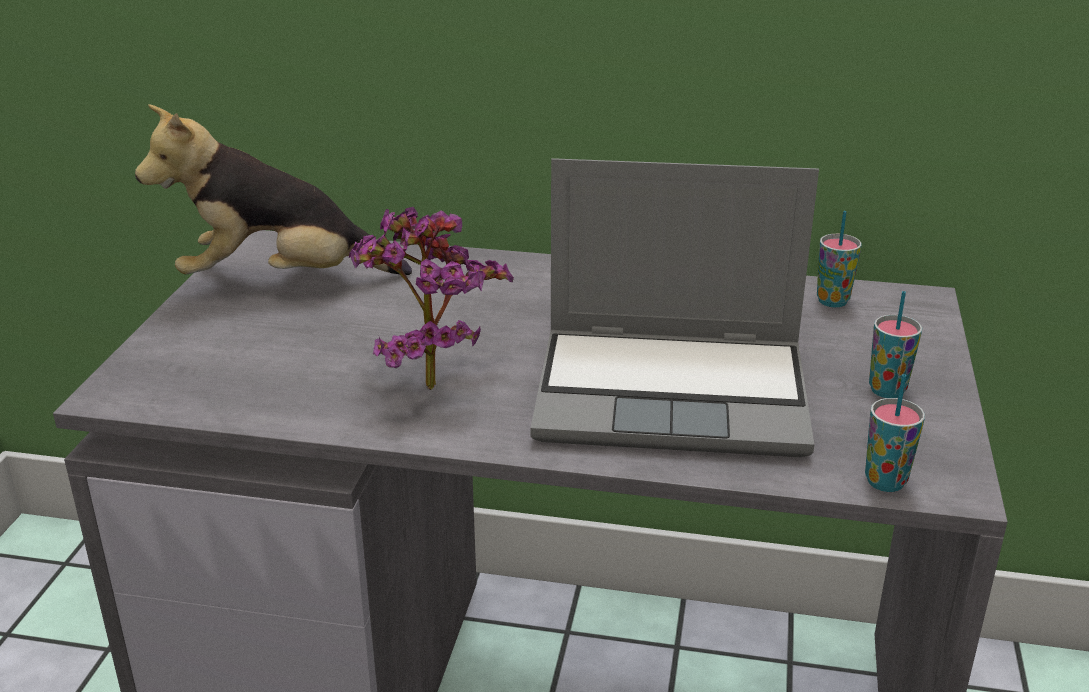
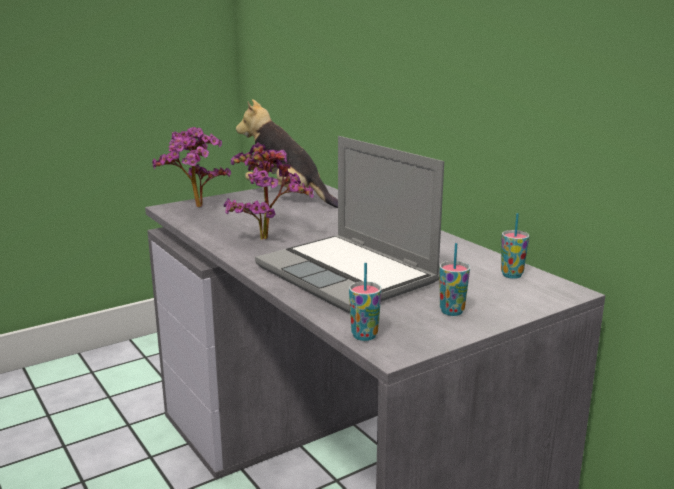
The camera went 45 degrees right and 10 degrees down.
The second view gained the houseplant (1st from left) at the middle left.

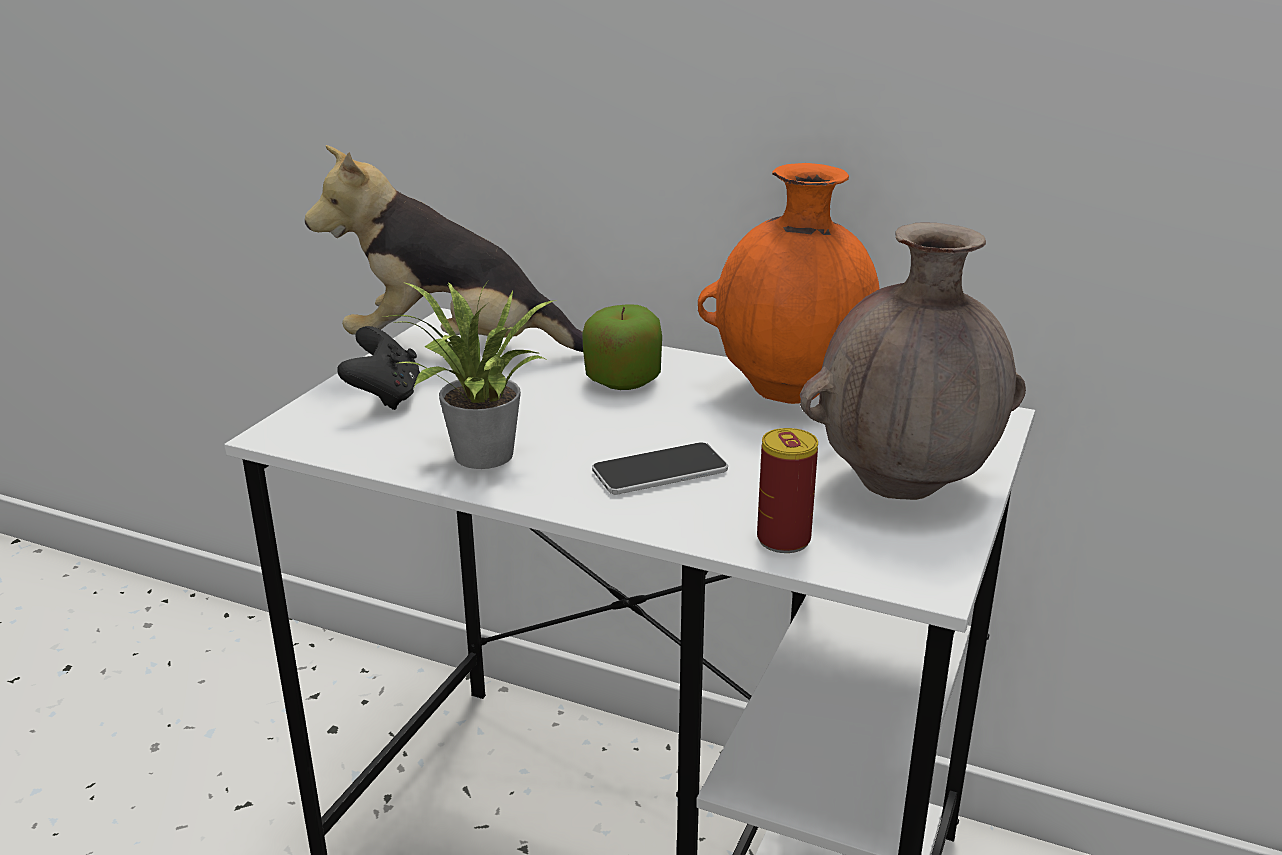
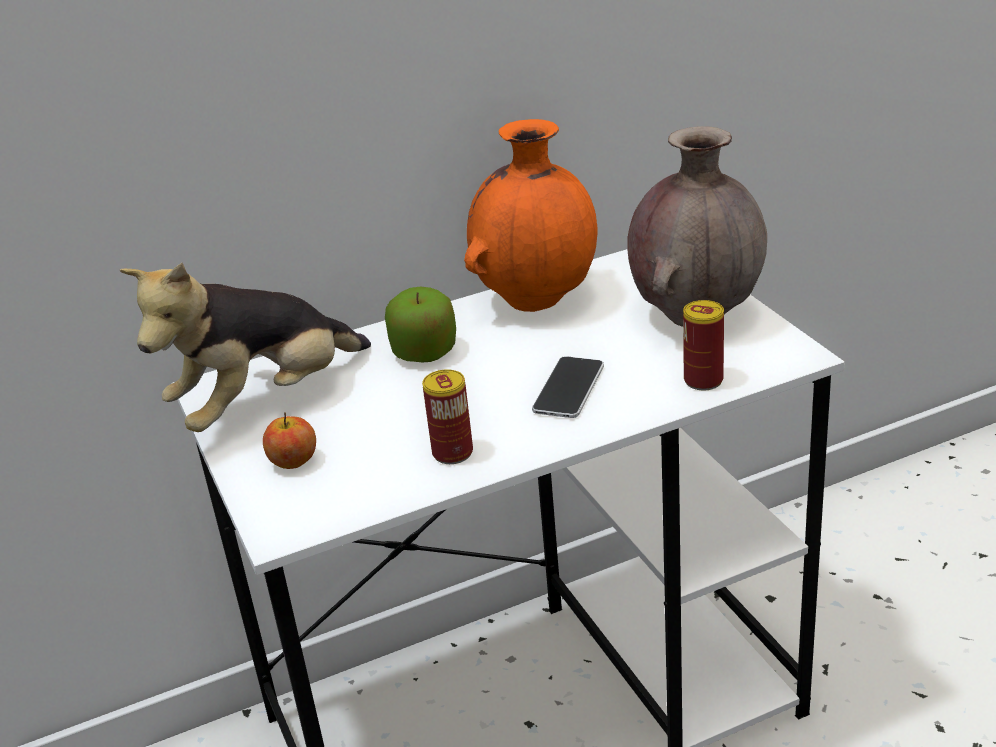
The camera went 45 degrees left and 5 degrees up.
Where the black-coloured_joypad stood at the middle left, the whole_apple (1st from left) came to stand at the middle left.
Where the houseplant stood at the centre, the can (1st from left) came to stand at the centre.

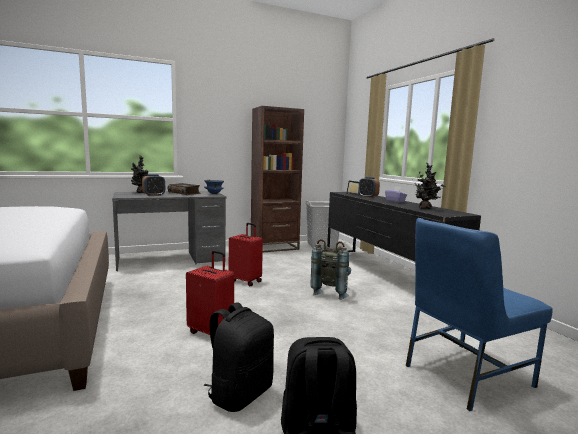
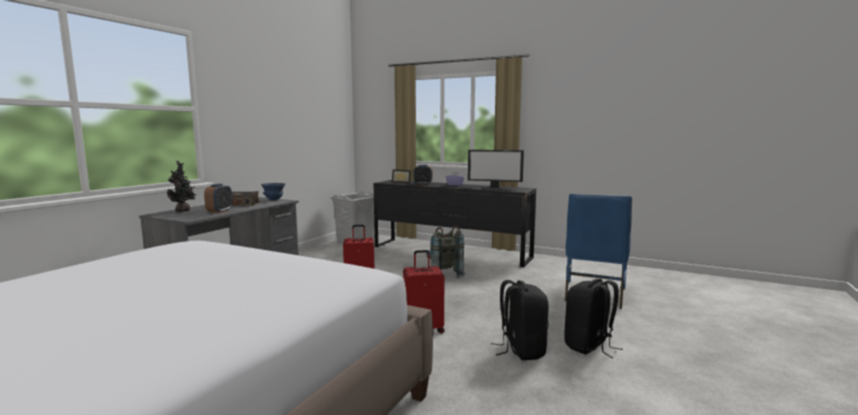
The camera went 40 degrees left and 0 degrees up.
The second view lost the brown-coloured_shelving_unit at the centre.
Where the houseplant (2nd from left) stood at the middle right, the monitor came to stand at the centre.

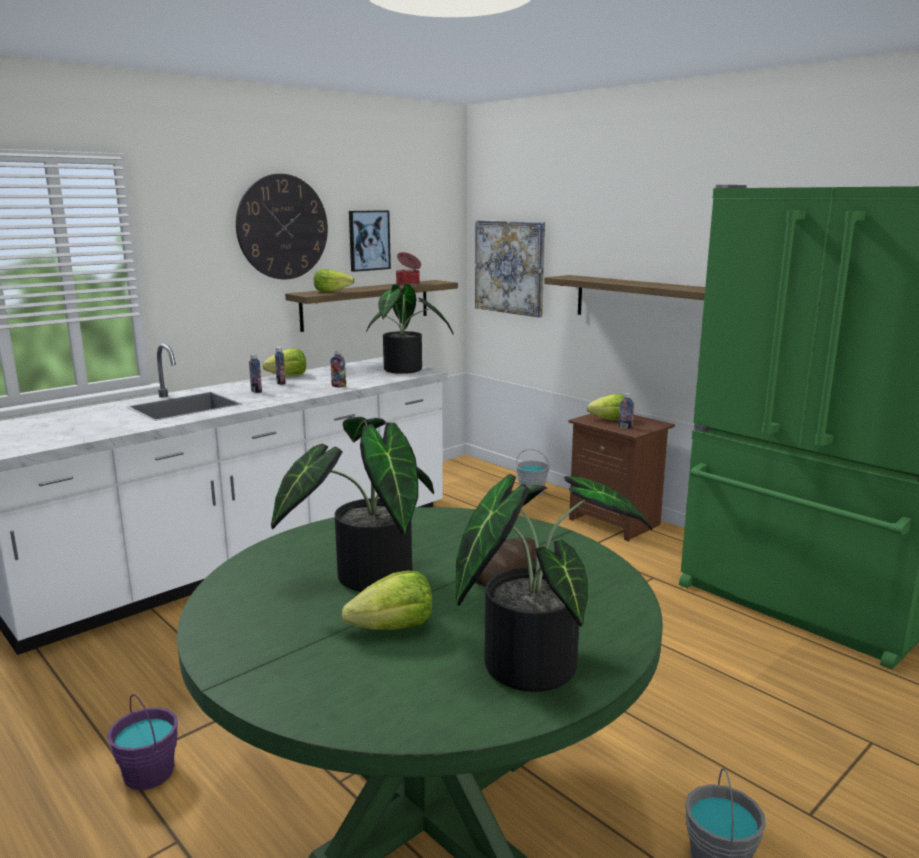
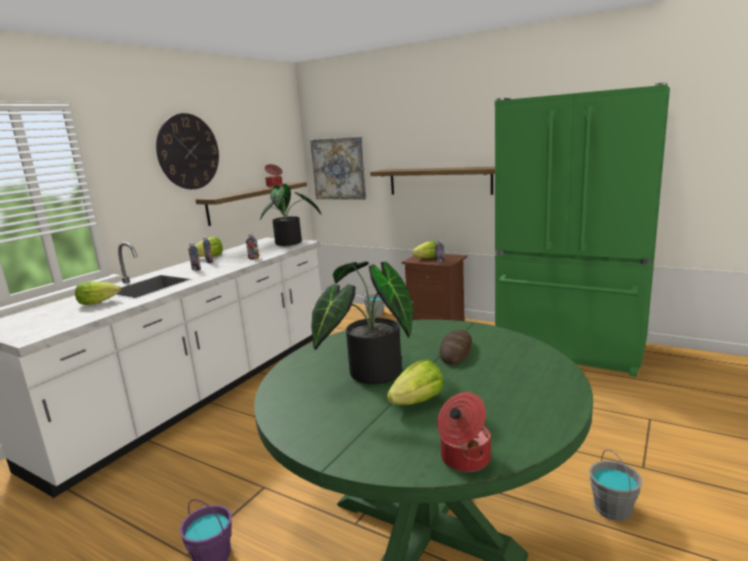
The camera went 15 degrees left and 0 degrees up.
The second view lost the wall_picture (1st from left) at the top centre.
The second view lost the houseplant (3rd from left) at the bottom centre.
The second view gained the cooking_pot (2nd from left) at the bottom centre.
The lettuce (2nd from left in the first image) ended up elsewhere, having gone from the top centre to the middle left.

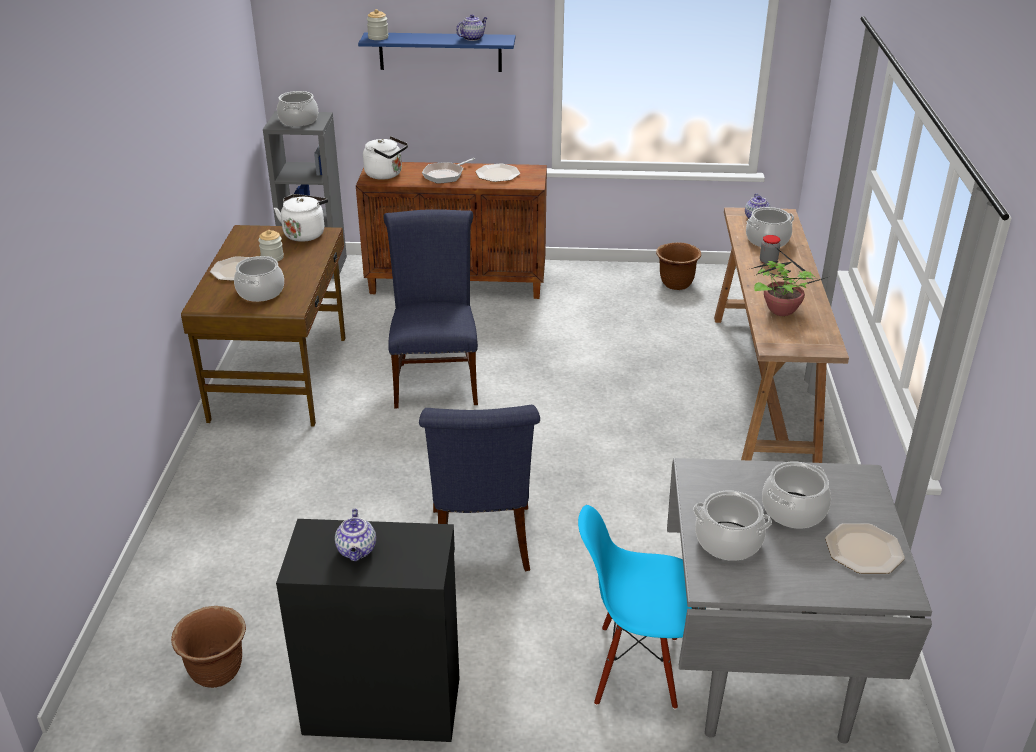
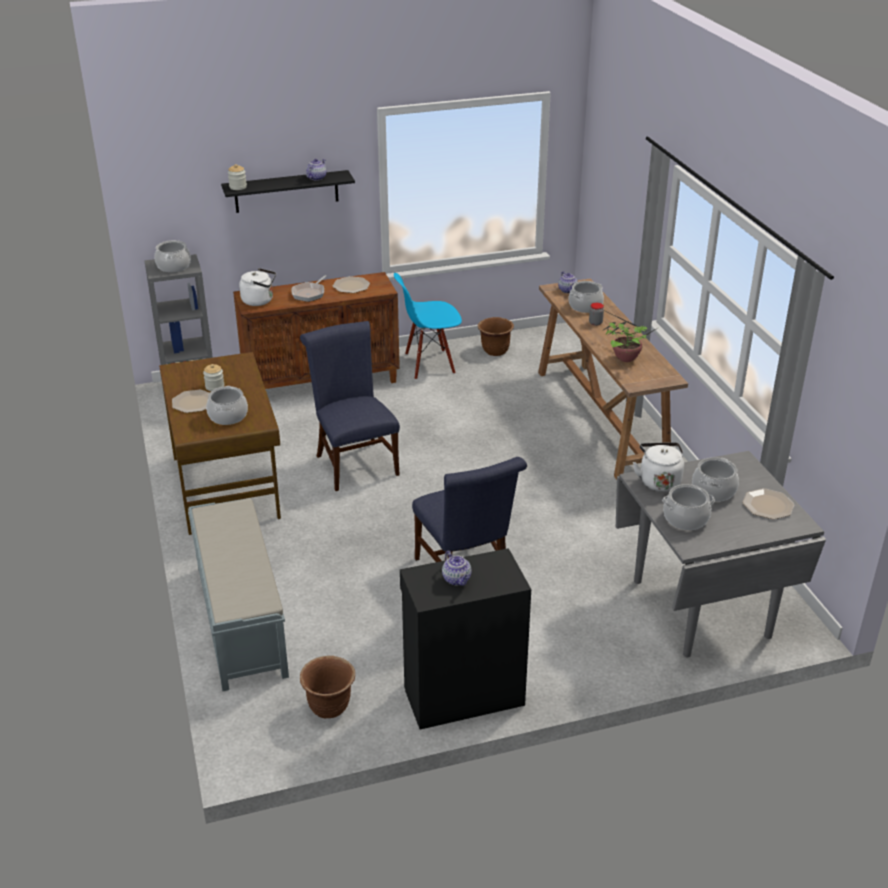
The camera went 20 degrees left and 0 degrees up.
The second view gained the gray_bench at the bottom left.
The white_kettle (1st from left in the first image) ended up elsewhere, having gone from the top left to the middle right.
The blue_plain_chair (3rd from left in the first image) ended up elsewhere, having gone from the bottom centre to the centre.
What was the blue_shelf at the top centre turned into the black-coloured_shelf at the top left.

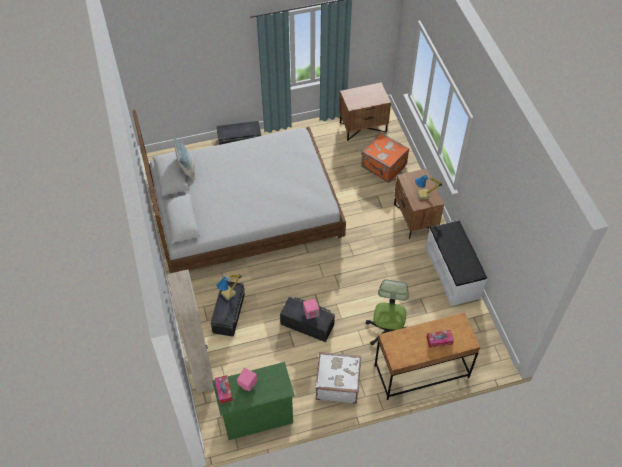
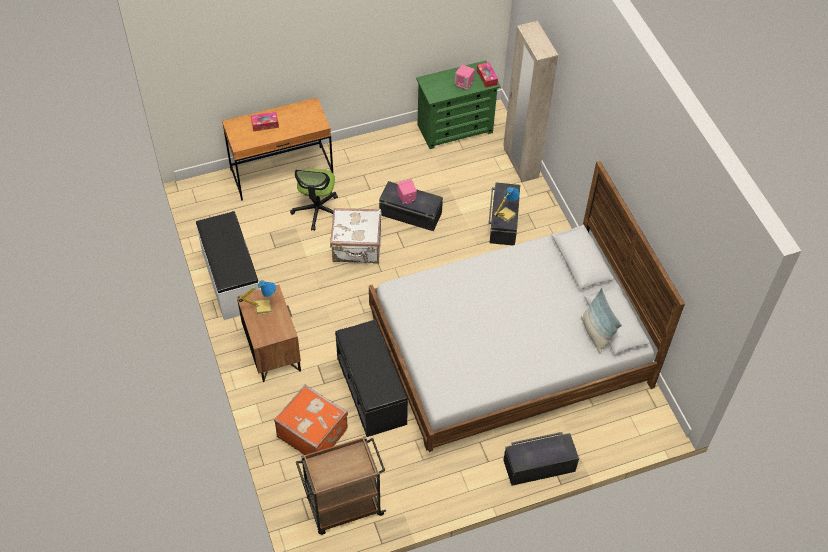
The camera went 175 degrees right and 0 degrees up.
The second view gained the black-coloured_bench at the bottom centre.
The white_piece_of_luggage ended up elsewhere, having gone from the bottom centre to the centre.
Where the brown-coloured_night_table (1st from left) stood at the top centre, the brown-coloured_cart came to stand at the bottom centre.

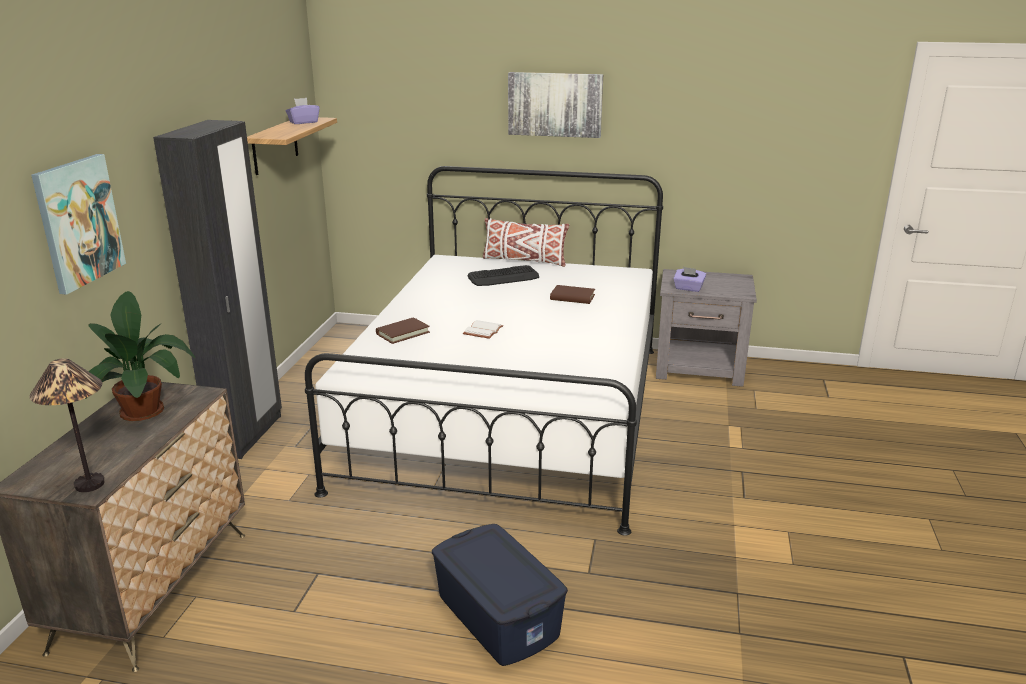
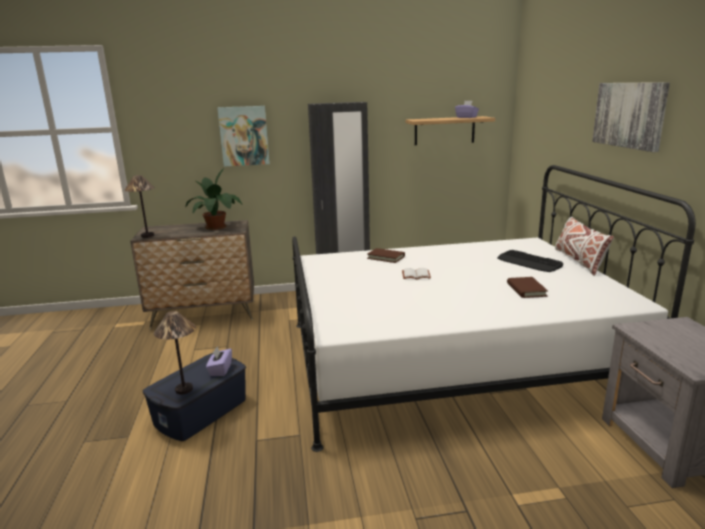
The camera went 70 degrees right and 5 degrees down.
The second view gained the table_lamp (2nd from left) at the middle left.
The purple_tissue_box (2nd from left in the first image) ended up elsewhere, having gone from the middle right to the bottom left.

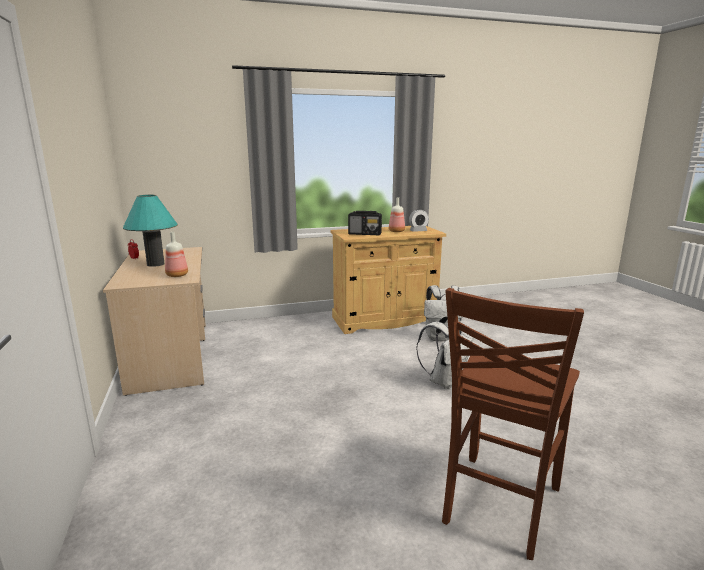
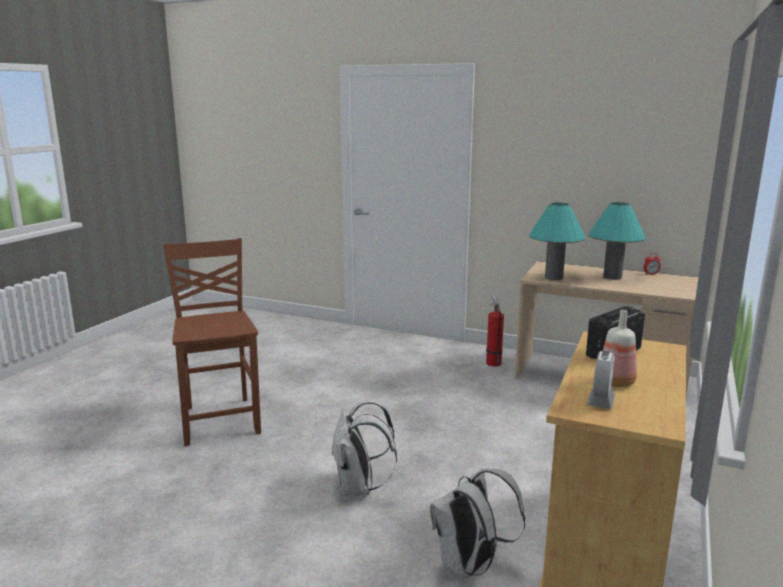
The camera went 130 degrees right and 0 degrees up.
The second view gained the fire_extinguisher at the centre.
Where the bottle (1st from left) stood at the middle left, the turquoise_table_lamp (1st from left) came to stand at the middle right.

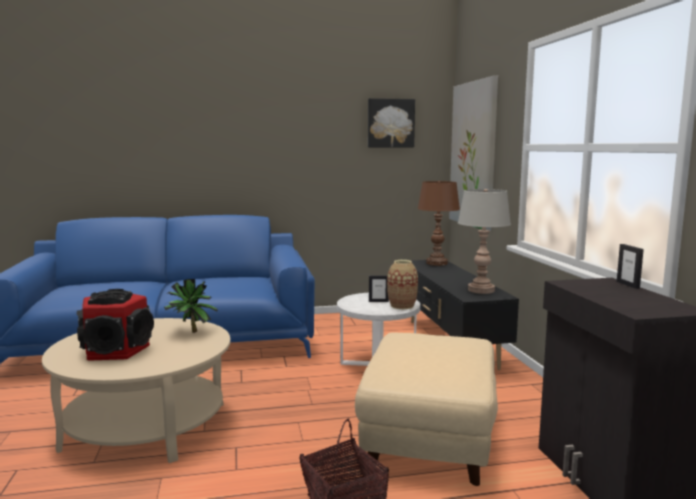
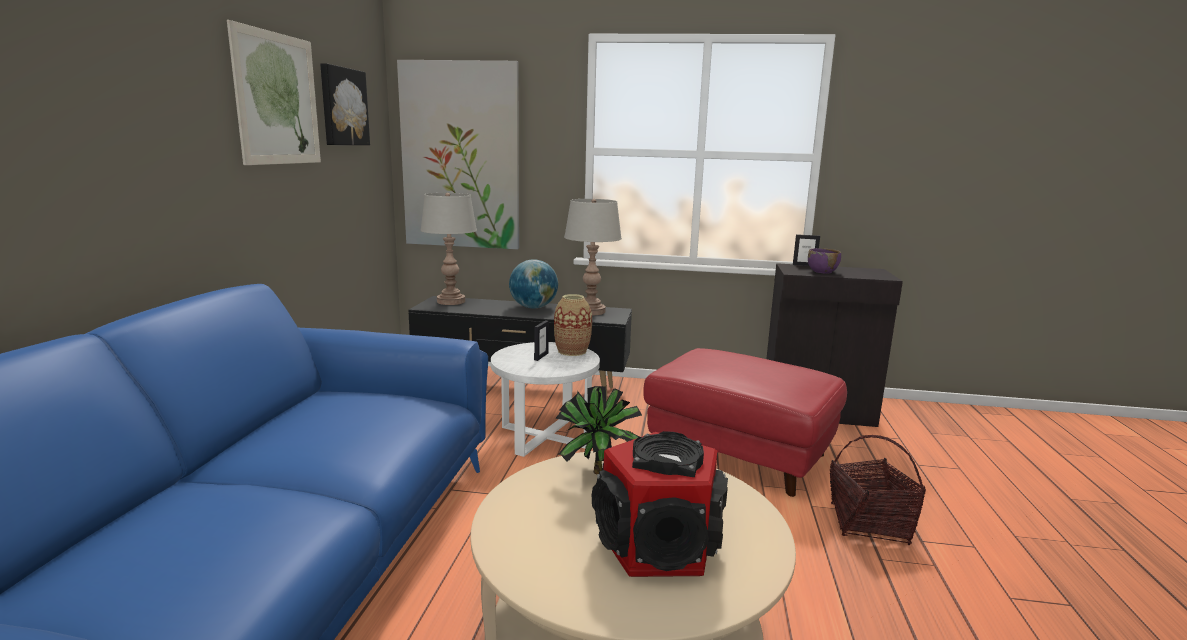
The camera went 70 degrees left and 5 degrees up.
The second view gained the wall_picture (1st from left) at the top left.
The second view gained the globe at the centre.
The second view gained the purple_bowl at the middle right.
What was the sand-coloured_footrest at the bottom centre turned into the red_footrest at the centre.
What was the brown-coloured_table_lamp at the centre turned into the gray_table_lamp (1st from left) at the centre.

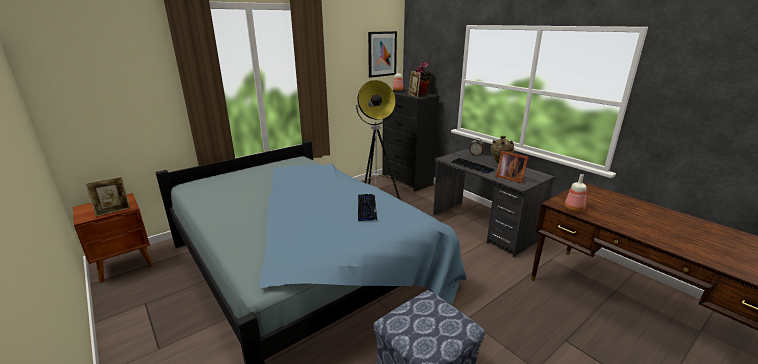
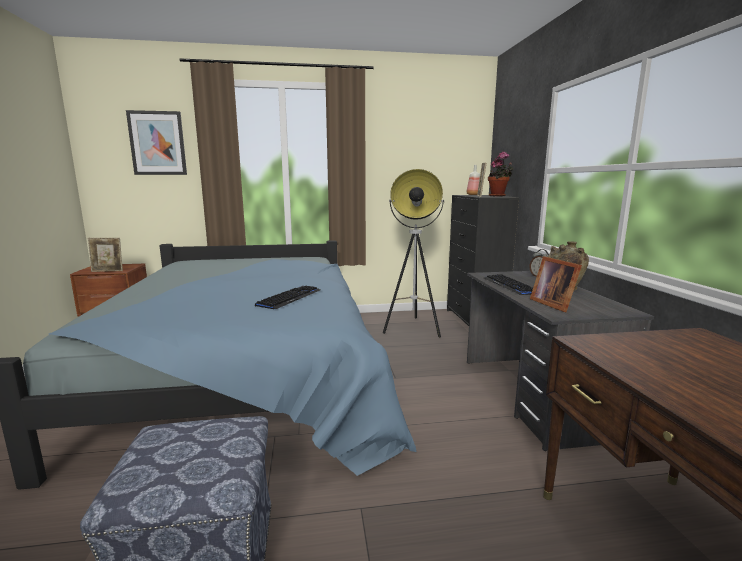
The camera went 30 degrees right and 10 degrees down.
The second view lost the bottle (2nd from left) at the middle right.
The wall_picture ended up elsewhere, having gone from the top centre to the top left.

